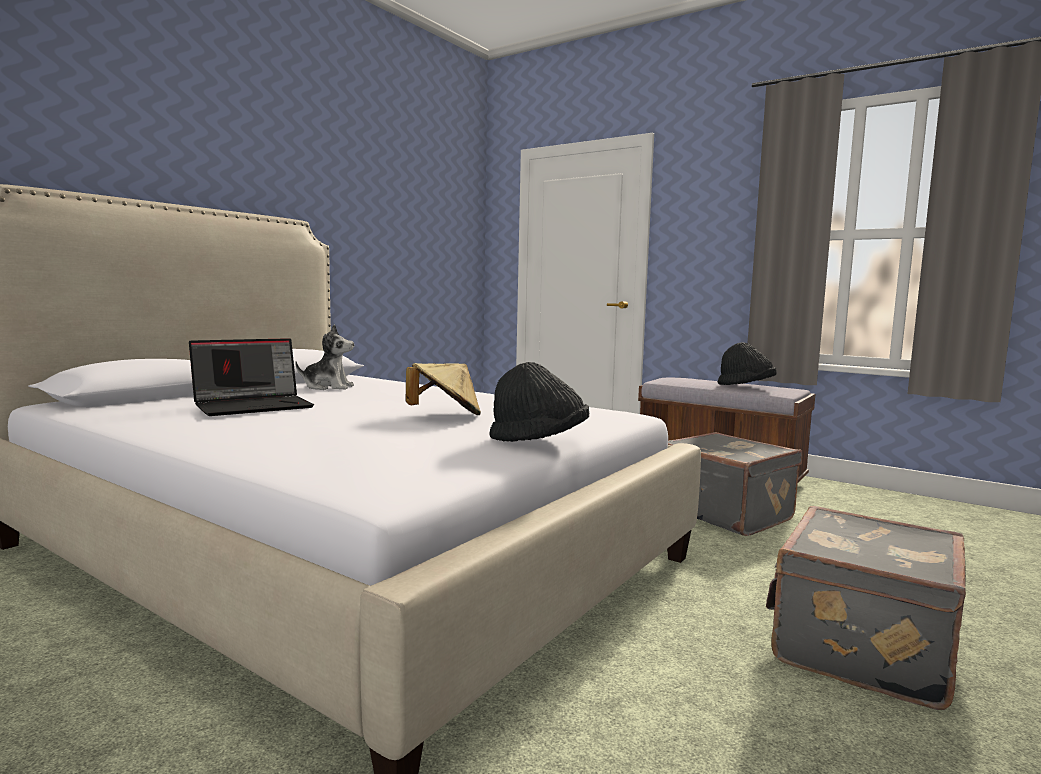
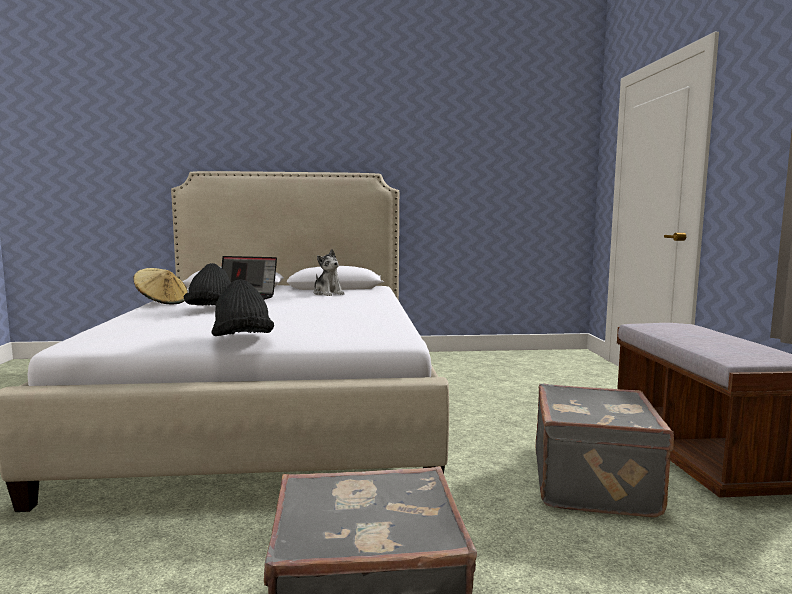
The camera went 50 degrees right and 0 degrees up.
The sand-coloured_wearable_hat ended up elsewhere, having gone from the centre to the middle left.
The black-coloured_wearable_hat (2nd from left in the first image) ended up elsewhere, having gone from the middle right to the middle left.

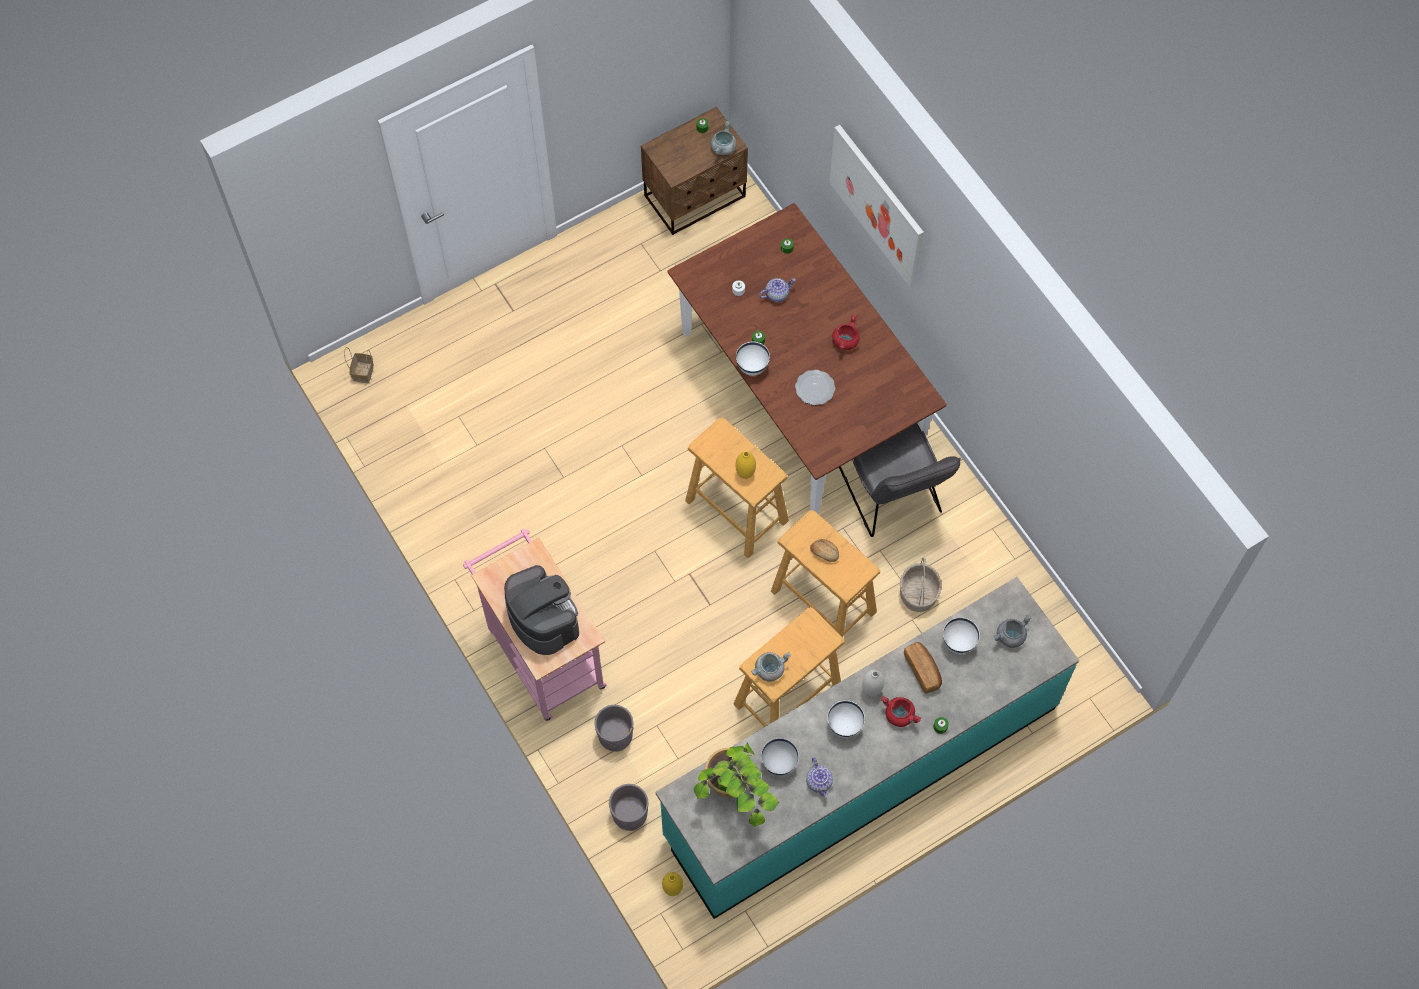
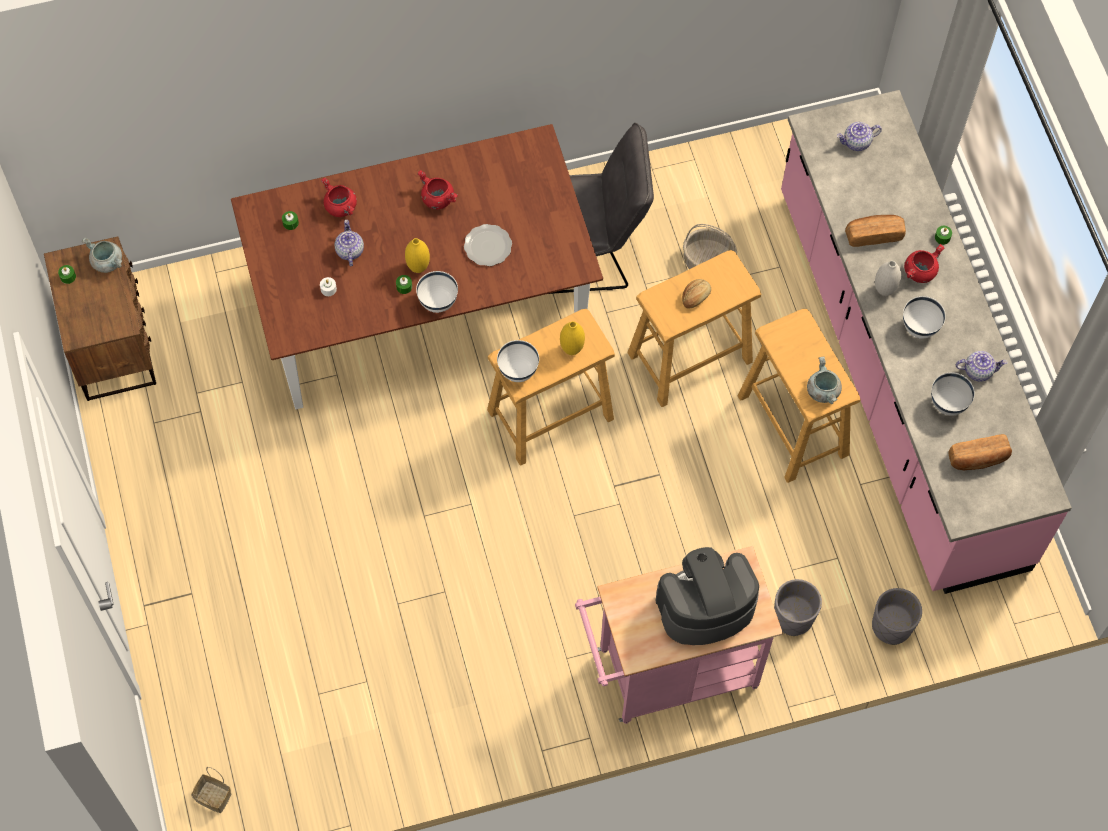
The camera went 75 degrees left and 0 degrees up.
The second view lost the wall_picture at the top centre.
The second view gained the red_cooking_pot (1st from left) at the top left.
The yellow_flower_vase (1st from left) ended up elsewhere, having gone from the bottom centre to the top centre.
The white_bowl (4th from left in the first image) ended up elsewhere, having gone from the middle right to the centre.
Where the houseplant stood at the bottom centre, the bread (3rd from left) came to stand at the middle right.
Where the gray_cooking_pot (3rd from left) stood at the middle right, the teapot (2nd from left) came to stand at the top right.
What was the turquoise_counter at the bottom centre turned into the pink-coloured_counter at the middle right.

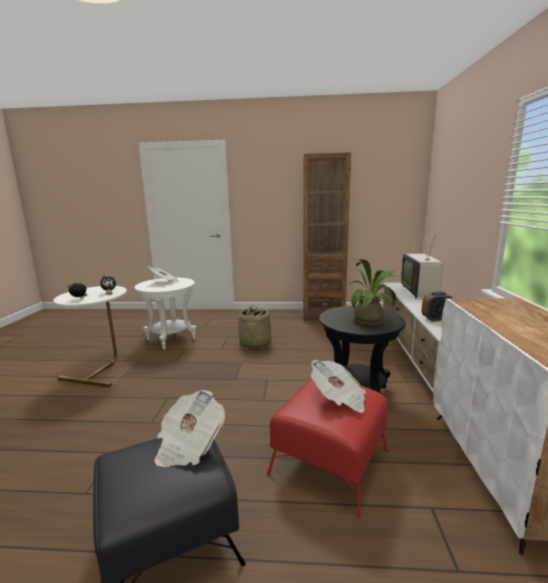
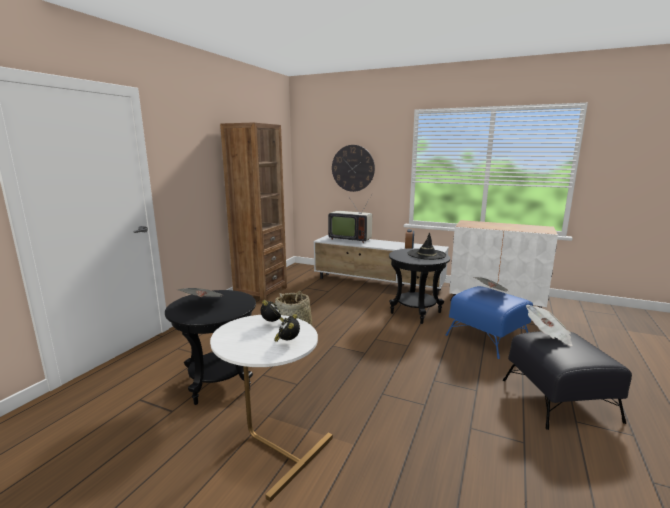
The camera went 70 degrees left and 0 degrees up.
The second view gained the hanging_clock at the top centre.
Where the houseplant stood at the middle right, the black-coloured_wearable_hat came to stand at the centre.
What was the white_end_table (2nd from left) at the middle left turned into the black-coloured_end_table (1st from left) at the bottom left.
What was the red_footrest at the bottom centre turned into the blue_footrest at the middle right.

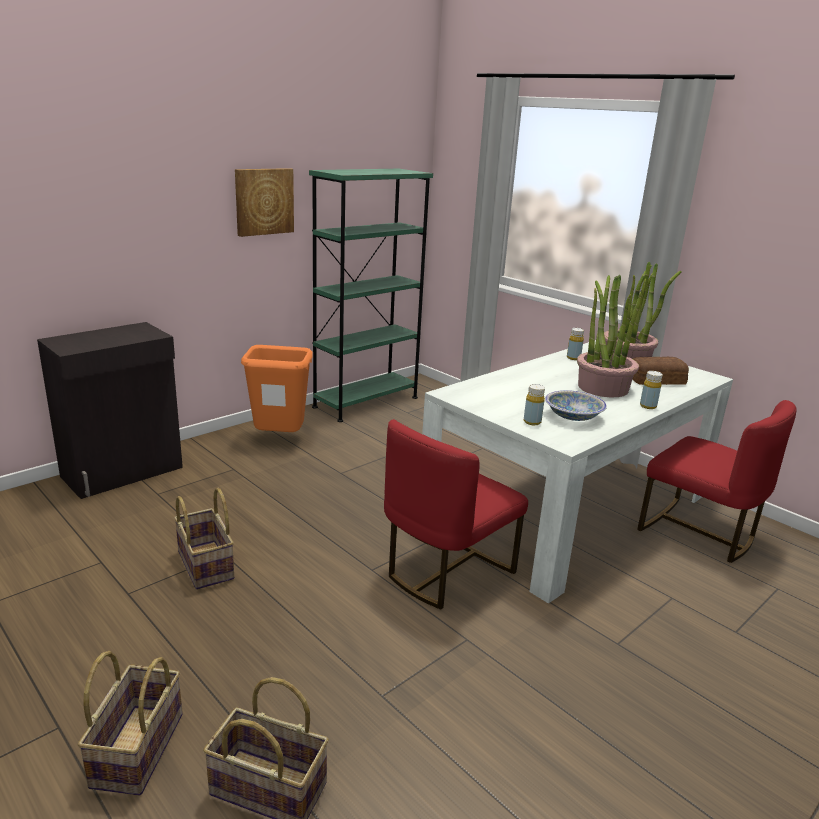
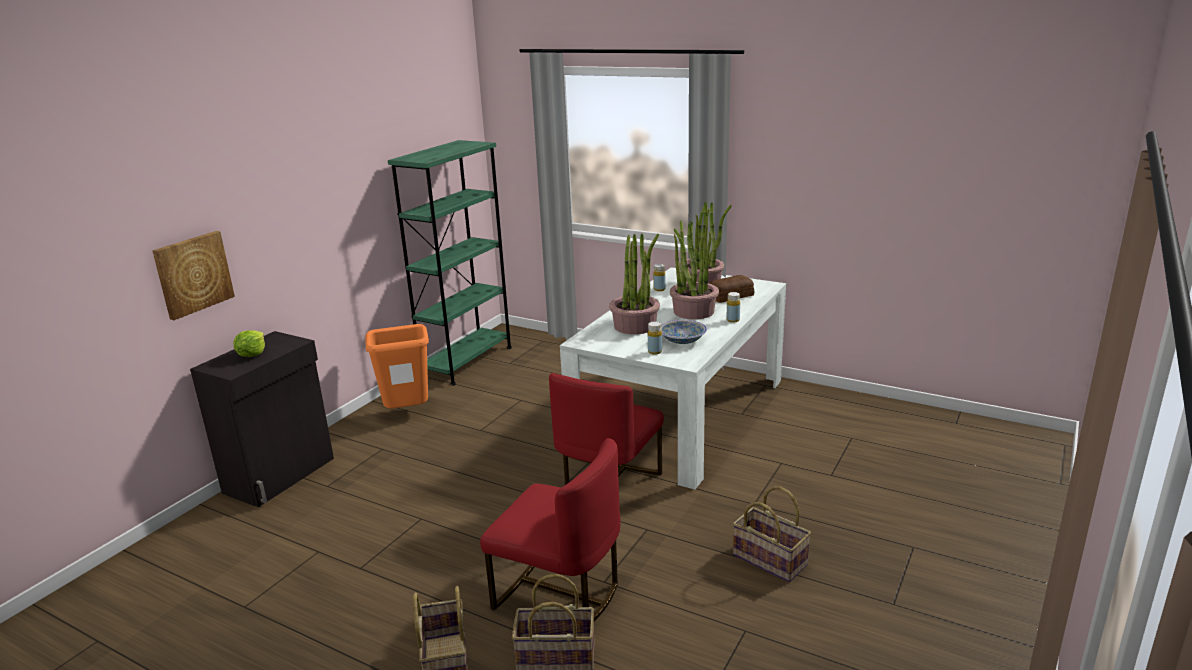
The camera went 15 degrees left and 0 degrees up.
The second view gained the lettuce at the middle left.
The second view gained the houseplant (1st from left) at the centre.
The basket (2nd from left in the first image) ended up elsewhere, having gone from the middle left to the bottom centre.
The wall_picture ended up elsewhere, having gone from the top left to the middle left.
The red_plain_chair (2nd from left in the first image) ended up elsewhere, having gone from the middle right to the bottom centre.

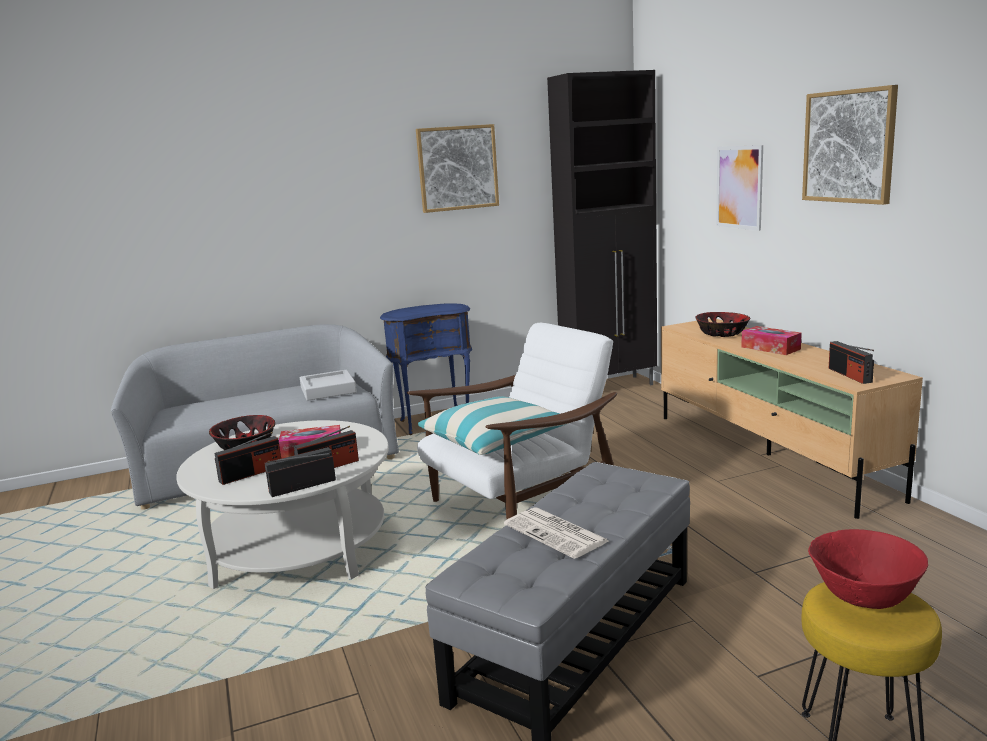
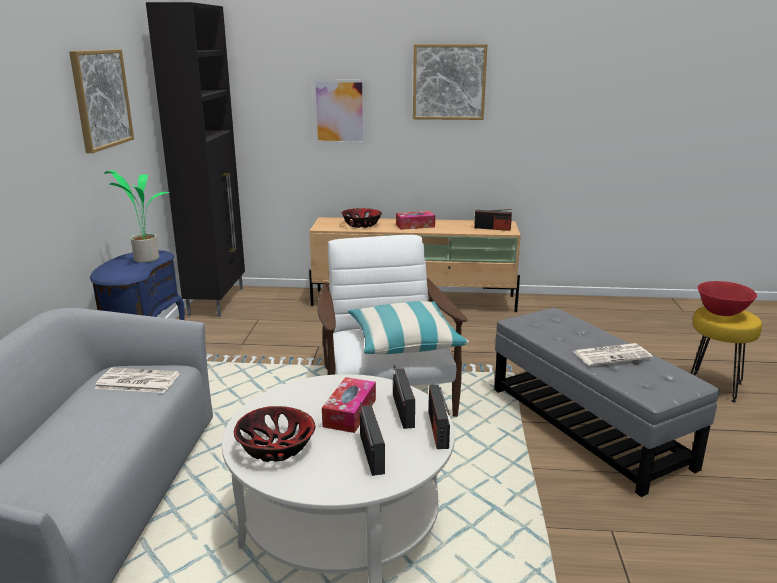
The camera went 65 degrees left and 5 degrees up.
The second view gained the houseplant at the middle left.
Where the gray_serving_tray stood at the middle left, the daily_paper (1st from left) came to stand at the middle left.

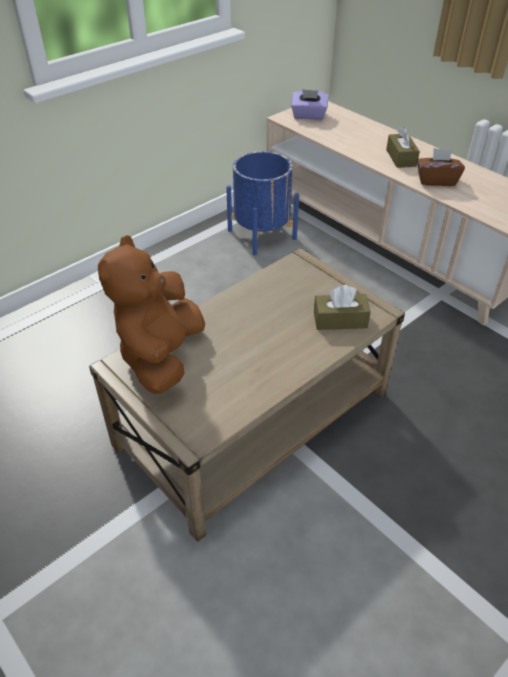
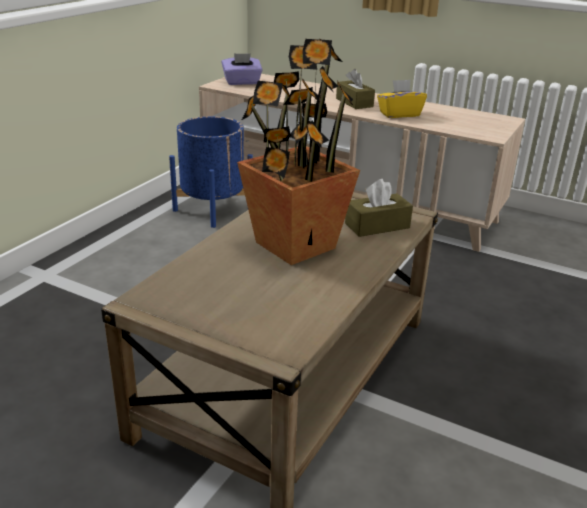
The camera went 20 degrees left and 15 degrees down.
The second view lost the brown-coloured_soft_toy at the middle left.
The second view gained the houseplant at the top centre.
What was the brown-coloured_tissue_box (3rd from left) at the top right turned into the yellow_tissue_box at the top right.

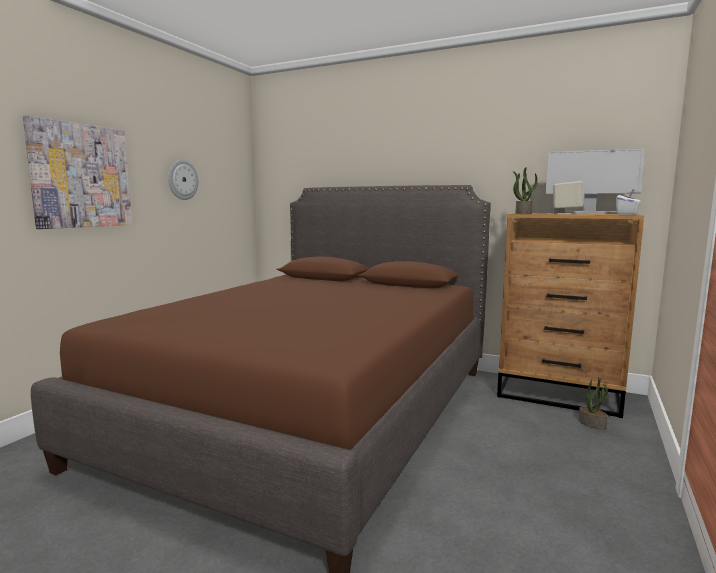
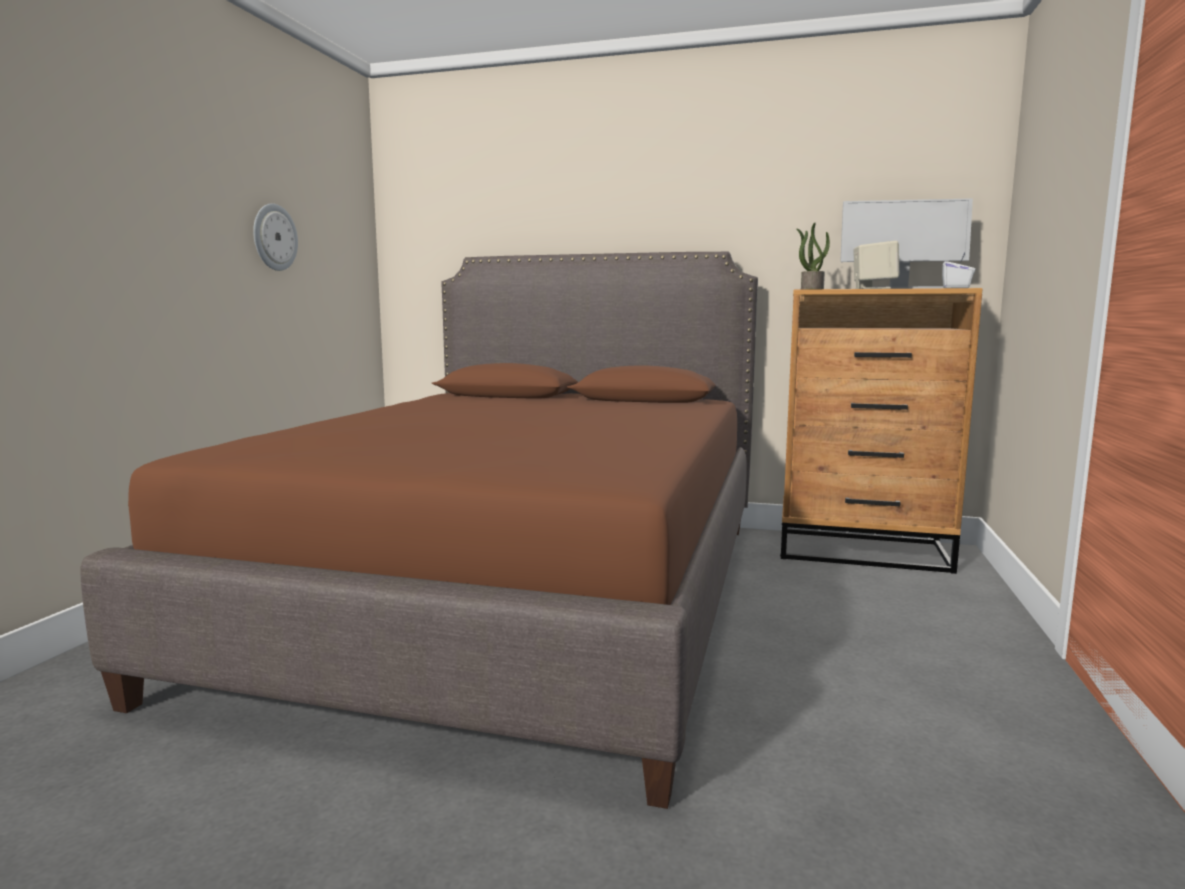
The camera went 10 degrees left and 0 degrees up.
The second view lost the wall_picture at the top left.
The second view lost the houseplant (2nd from left) at the bottom right.

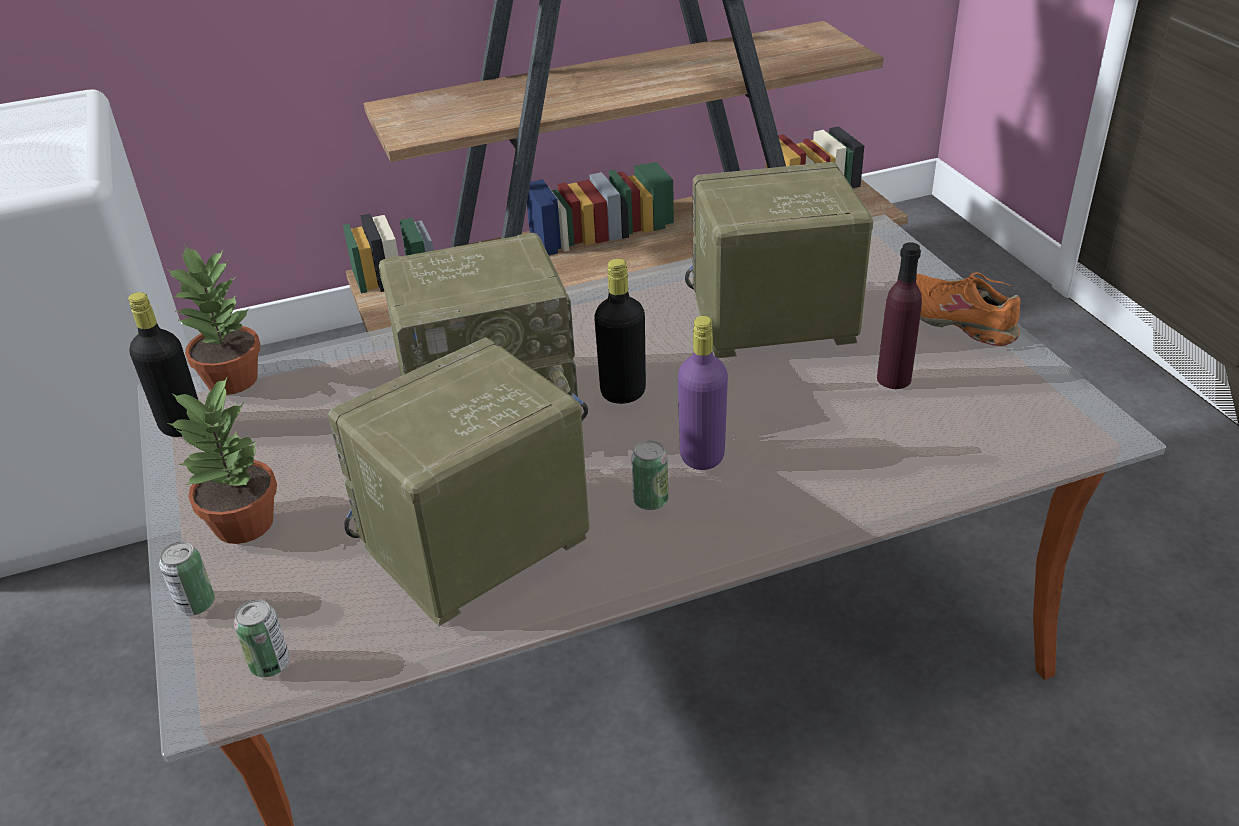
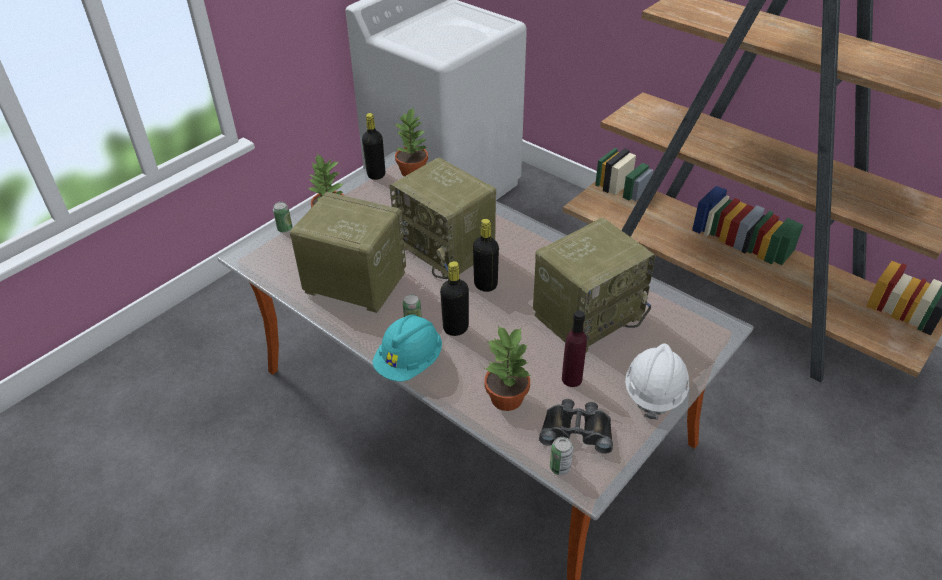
The camera went 60 degrees right and 5 degrees up.
The second view gained the turquoise_safety_helmet at the centre.
The second view gained the houseplant (3rd from left) at the centre.
The second view gained the black-coloured_pair_of_binoculars at the bottom centre.
The can (2nd from left in the first image) ended up elsewhere, having gone from the bottom left to the bottom centre.
Where the orange-coloured_low_shoe stood at the middle right, the white_safety_helmet came to stand at the middle right.
What was the purple_bottle (1st from left) at the centre turned into the black-coloured_bottle (2nd from left) at the centre.
The radio (3rd from left) at the top centre ended up facing another way, 90 degrees clockwise from before.

